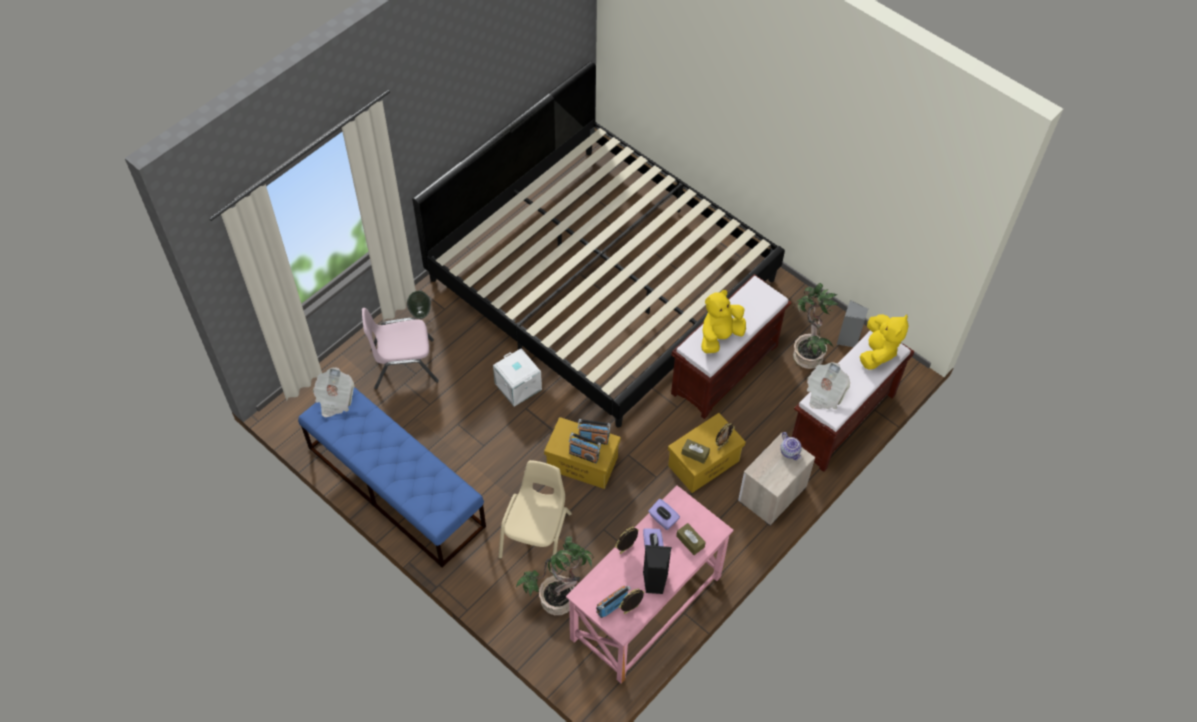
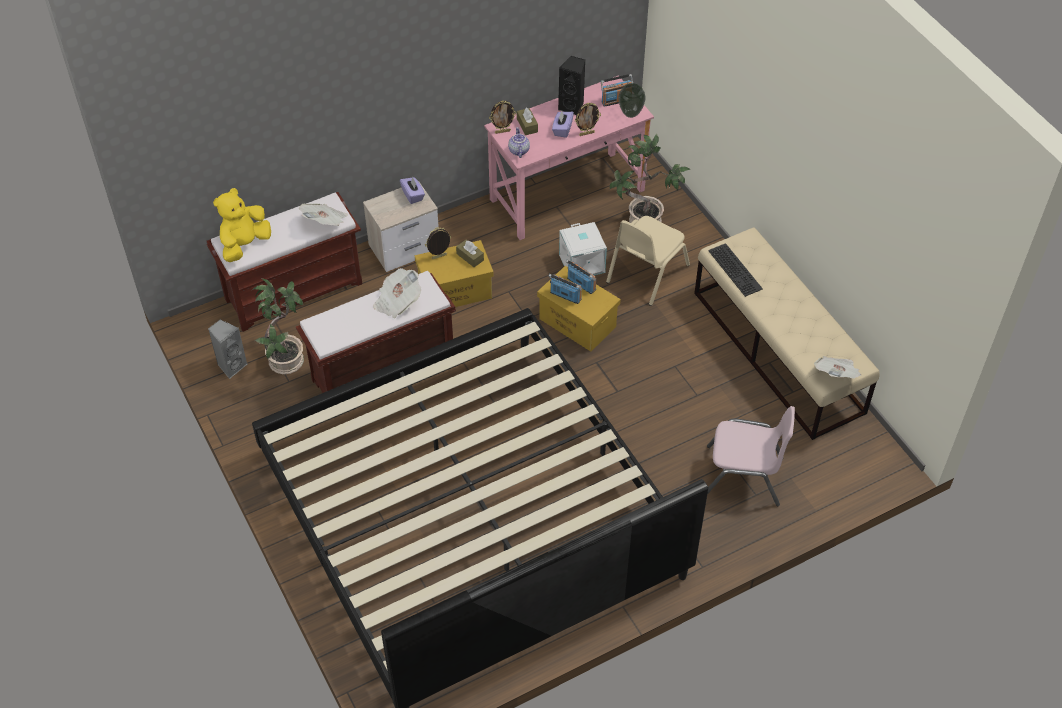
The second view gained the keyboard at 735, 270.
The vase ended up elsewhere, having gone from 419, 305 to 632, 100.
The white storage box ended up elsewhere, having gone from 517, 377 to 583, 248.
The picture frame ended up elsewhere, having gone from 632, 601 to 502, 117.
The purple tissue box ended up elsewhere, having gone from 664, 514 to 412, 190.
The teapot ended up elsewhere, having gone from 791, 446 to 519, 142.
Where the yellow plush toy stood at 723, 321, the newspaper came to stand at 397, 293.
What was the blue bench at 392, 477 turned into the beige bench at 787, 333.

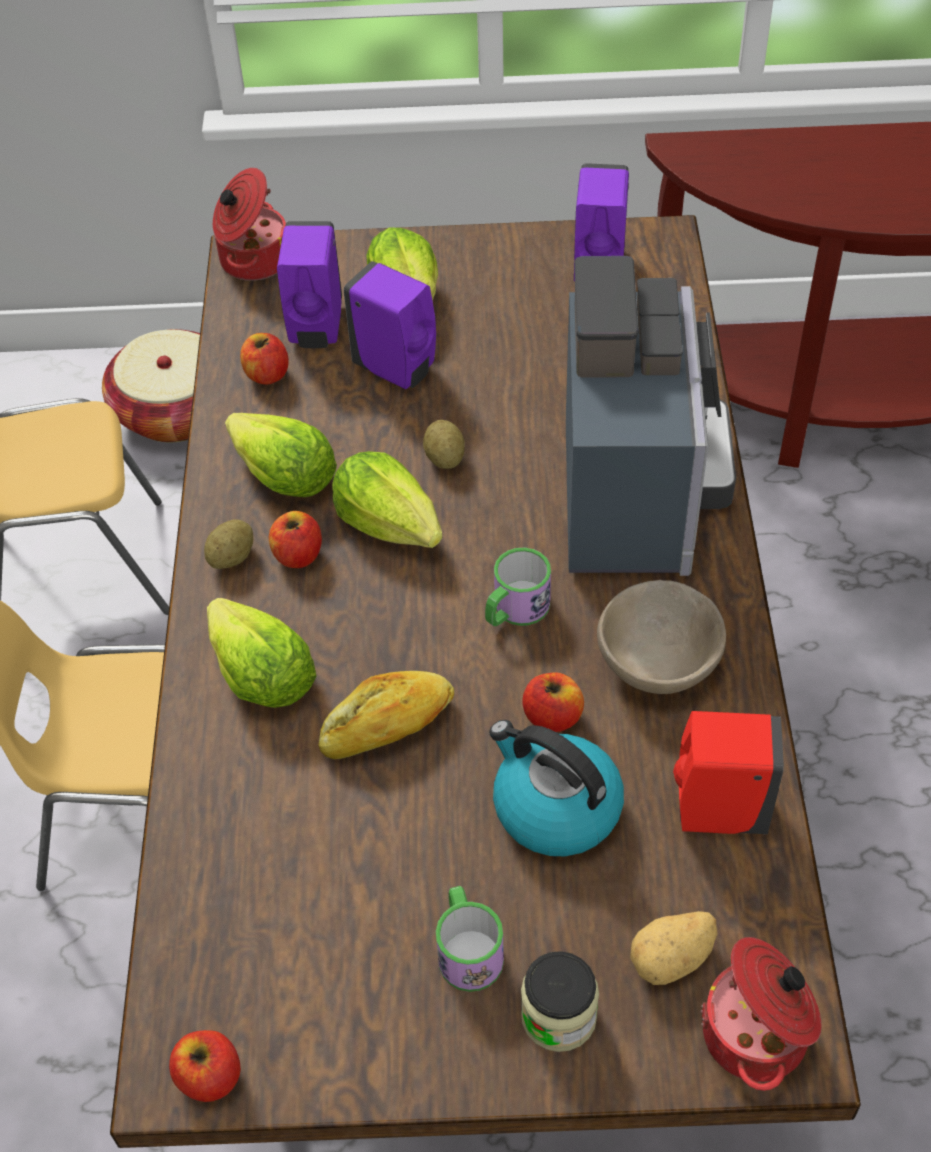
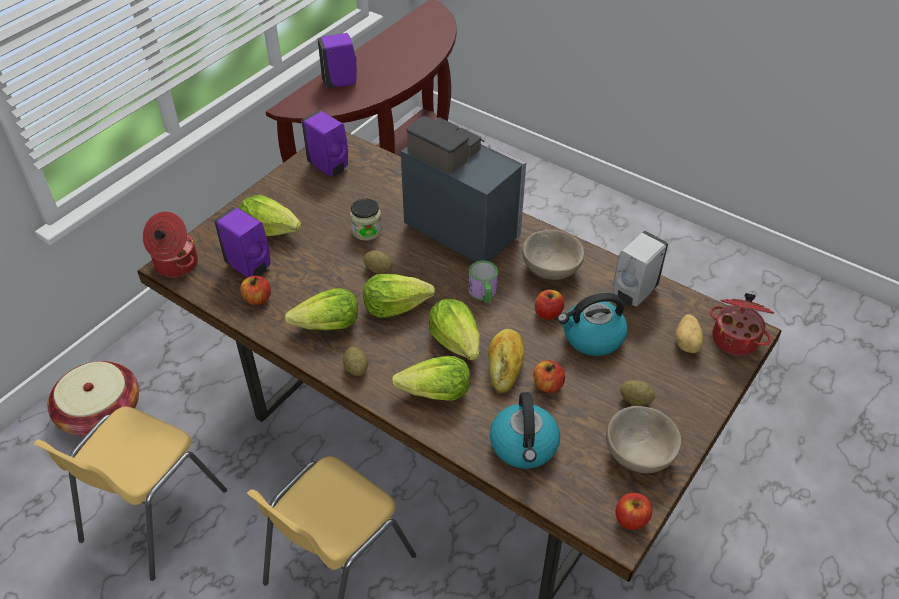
The second view gained the lettuce at 454, 330.
The second view gained the kettle at 525, 430.
The second view gained the beige bowl at 643, 439.
The apple ended up elsewhere, having gone from 295, 539 to 549, 376.
The purple soap dispenser ended up elsewhere, having gone from 390, 325 to 337, 61.
The jar ended up elsewhere, having gone from 560, 1001 to 366, 219.
Where the mug stood at 470, 939, the potato came to stand at 637, 393.
What was the red soap dispenser at 728, 772 turned into the white soap dispenser at 640, 269.

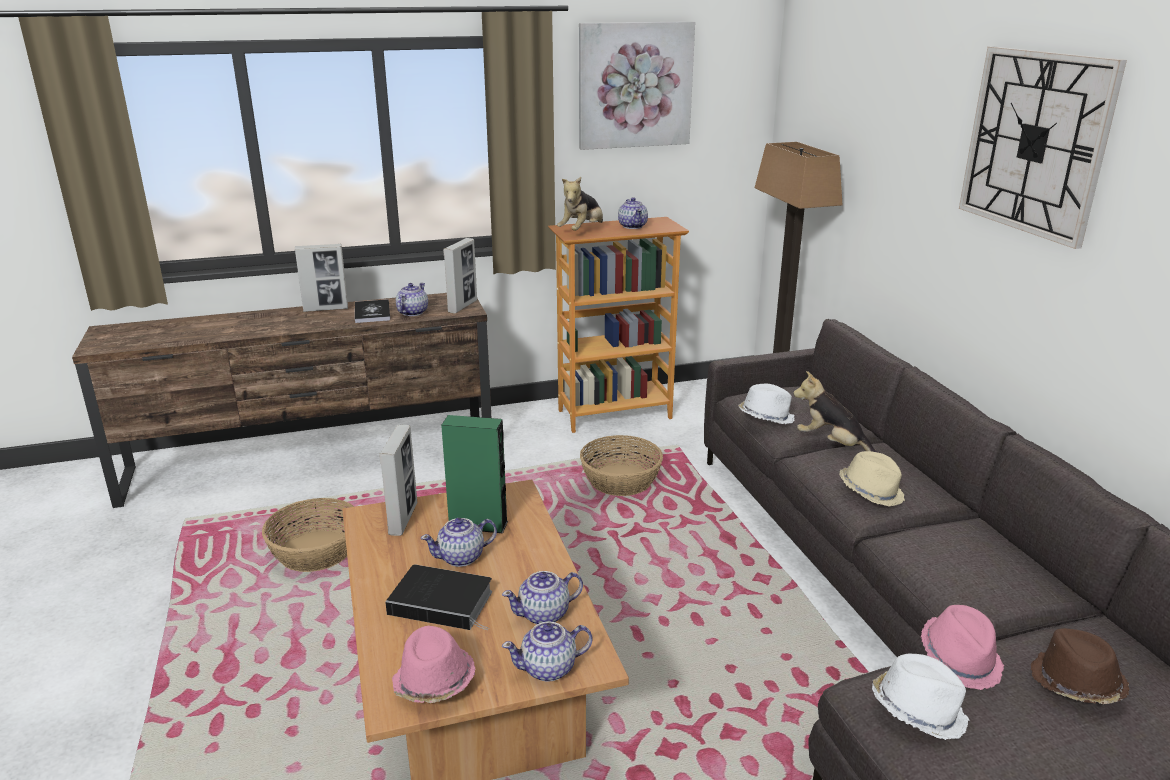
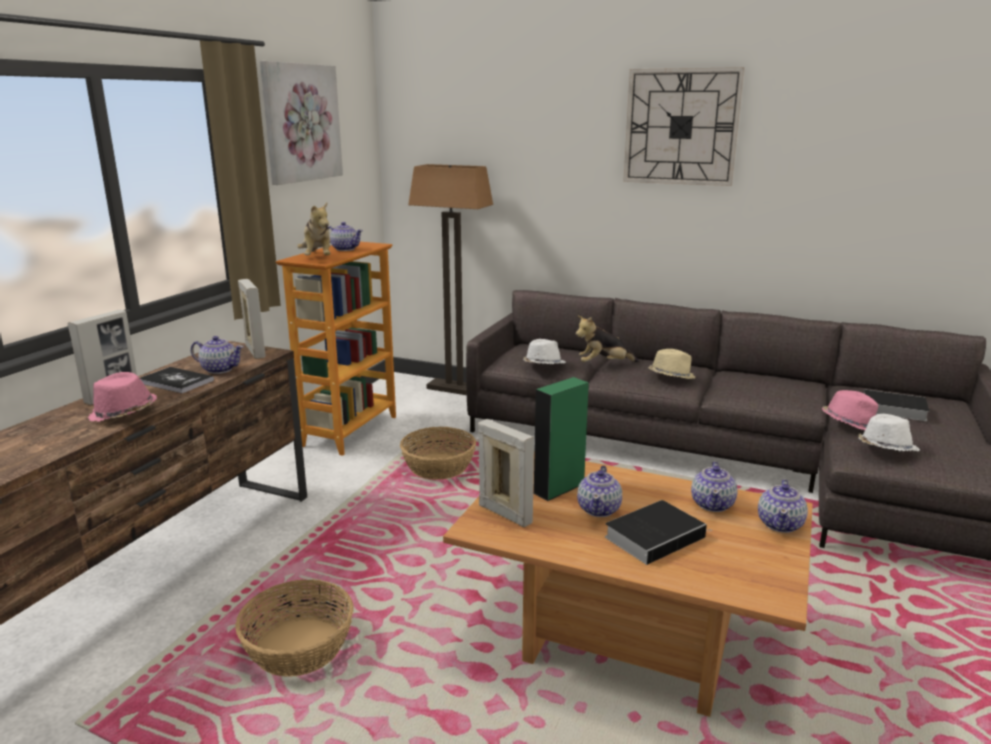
The pink hat ended up elsewhere, having gone from 434, 664 to 122, 397.
Where the brown hat stood at 1080, 666, the book came to stand at 896, 405.
The teapot at 412, 299 ended up facing another way, 135 degrees clockwise from before.

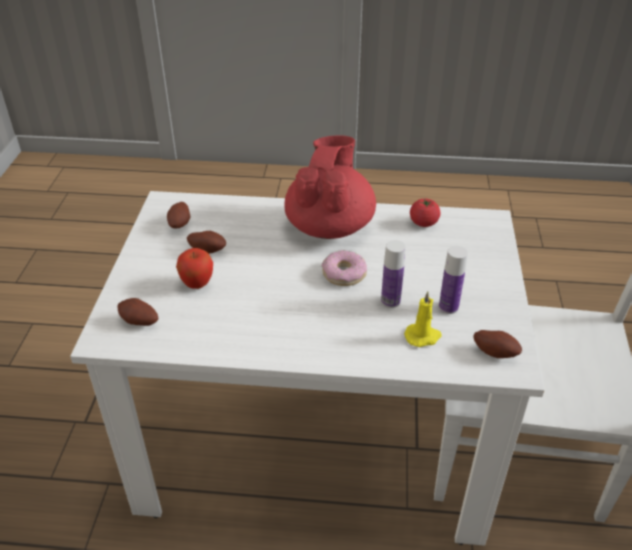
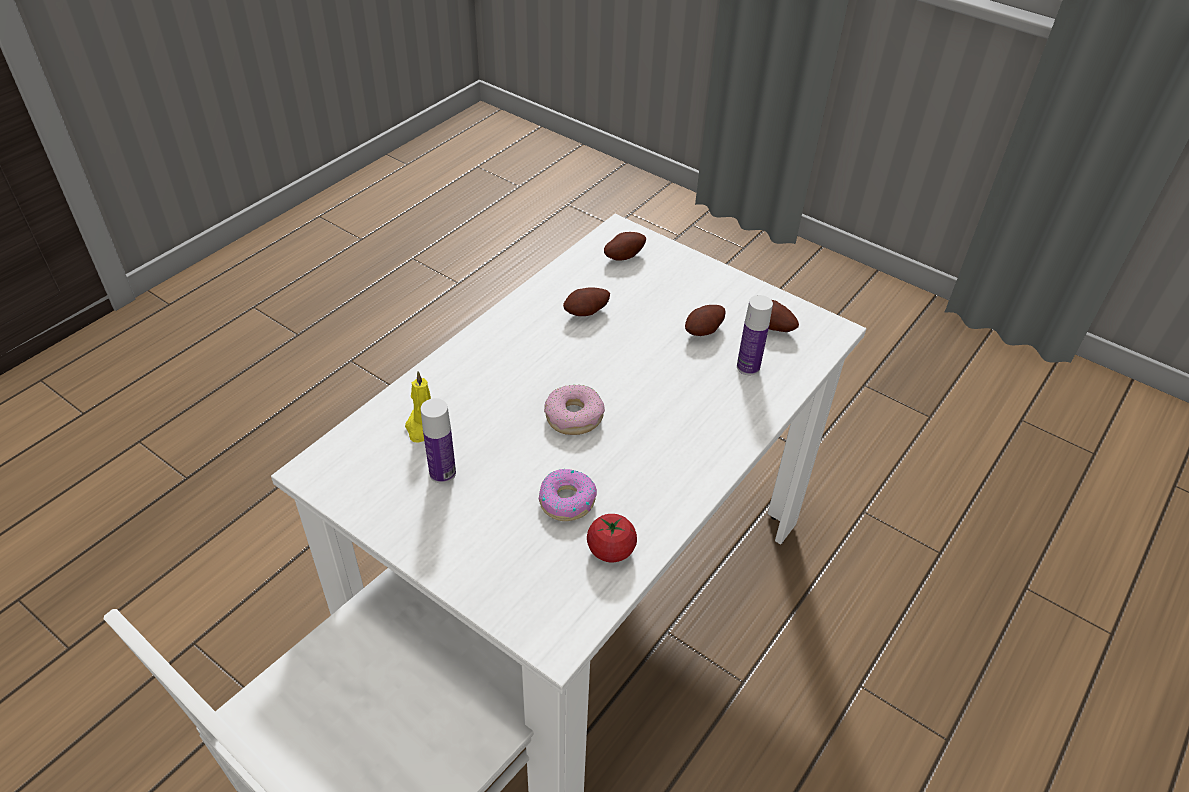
The second view lost the apple at 194, 268.
The second view lost the red teapot at 330, 187.
The second view gained the donut at 568, 495.
The bottle ended up elsewhere, having gone from 393, 274 to 755, 335.
The potato ended up elsewhere, having gone from 497, 344 to 586, 301.

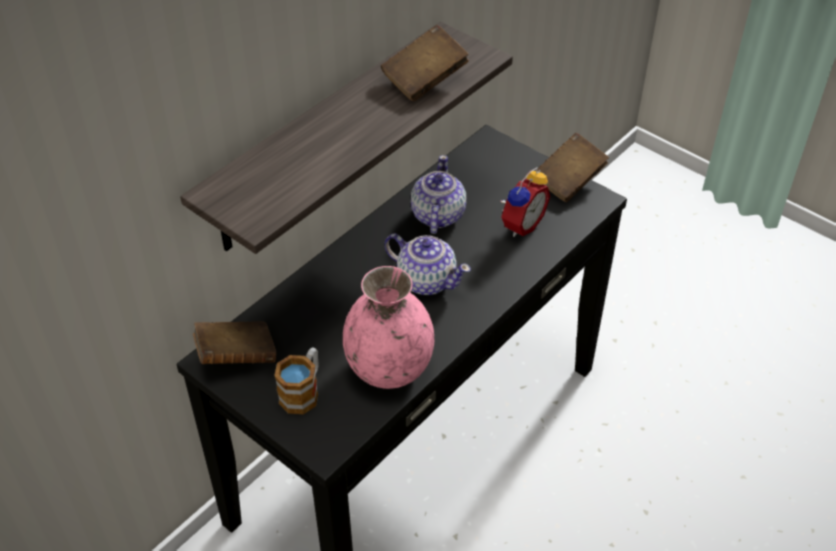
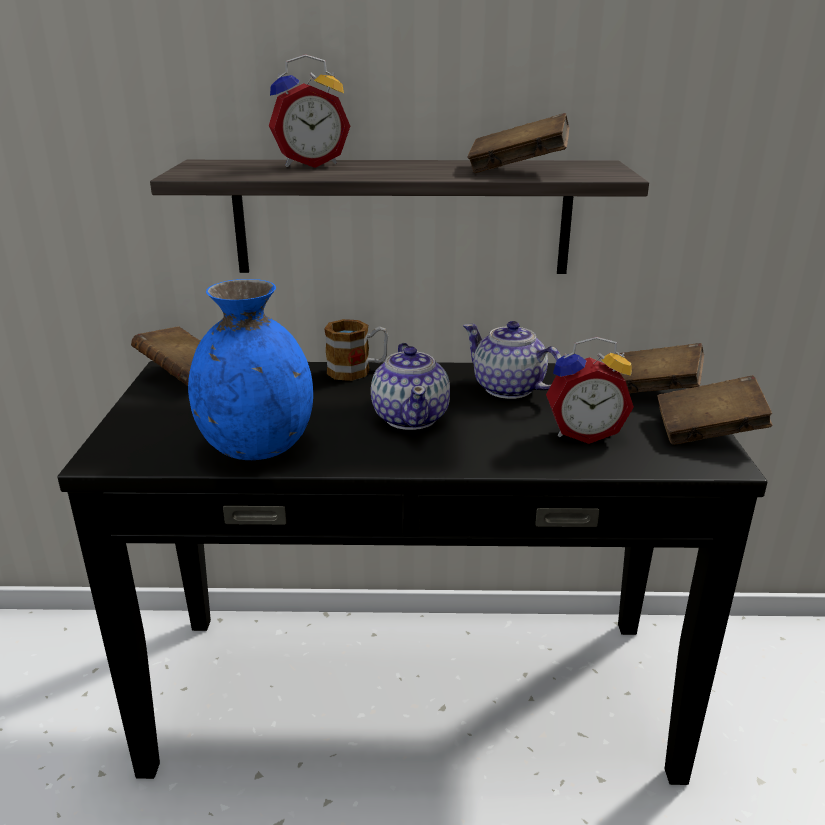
The second view gained the alarm clock at 309, 111.
The second view gained the brown book at 660, 368.
The mug ended up elsewhere, having gone from 296, 380 to 356, 350.
What was the pink vase at 388, 327 turned into the blue vase at 250, 369.
The teapot at 438, 194 ended up facing another way, 105 degrees counterclockwise from before.

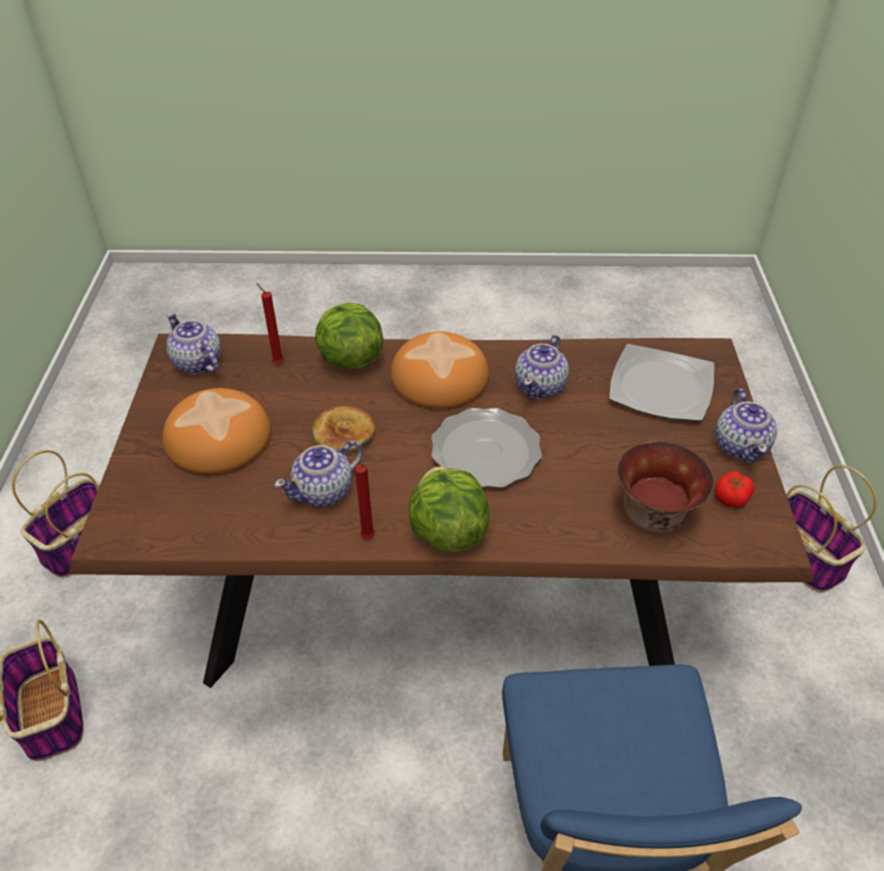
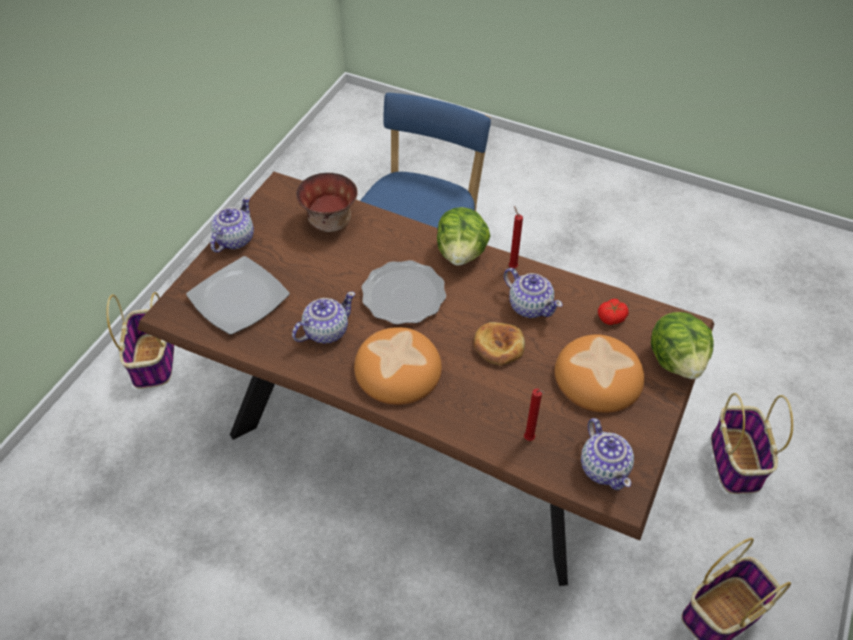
The lettuce ended up elsewhere, having gone from 349, 336 to 682, 345.
The tomato ended up elsewhere, having gone from 735, 489 to 613, 312.
The teapot at 318, 473 ended up facing another way, 60 degrees clockwise from before.

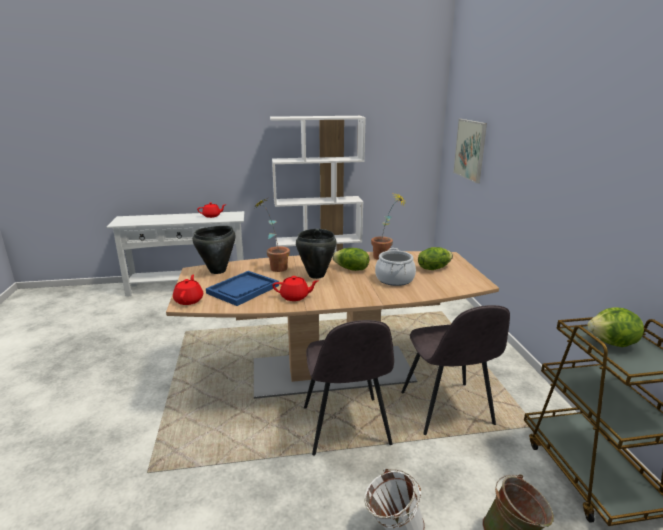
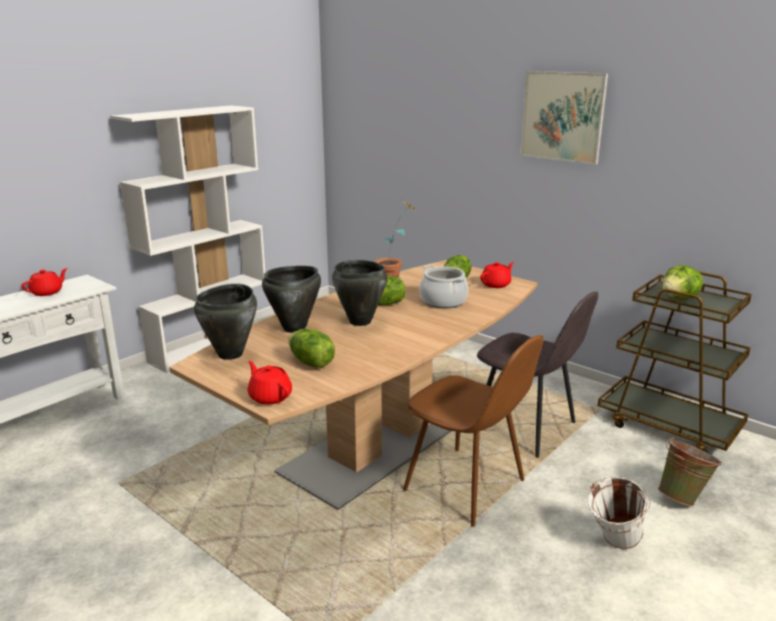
The red teapot ended up elsewhere, having gone from 295, 288 to 497, 275.
The picture ended up elsewhere, having gone from 470, 151 to 564, 118.
Where the blue tray stood at 242, 288, the lettuce came to stand at 311, 348.
Where the potted plant stood at 273, 235, the black cooking pot came to stand at 291, 299.
What was the grey chair at 349, 387 turned into the brown chair at 473, 431.

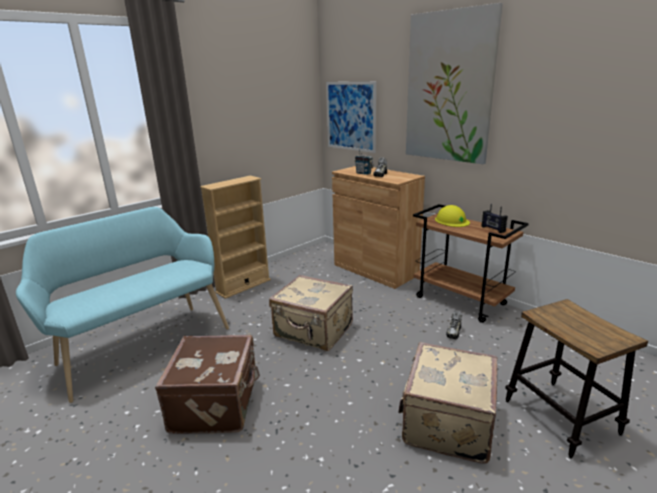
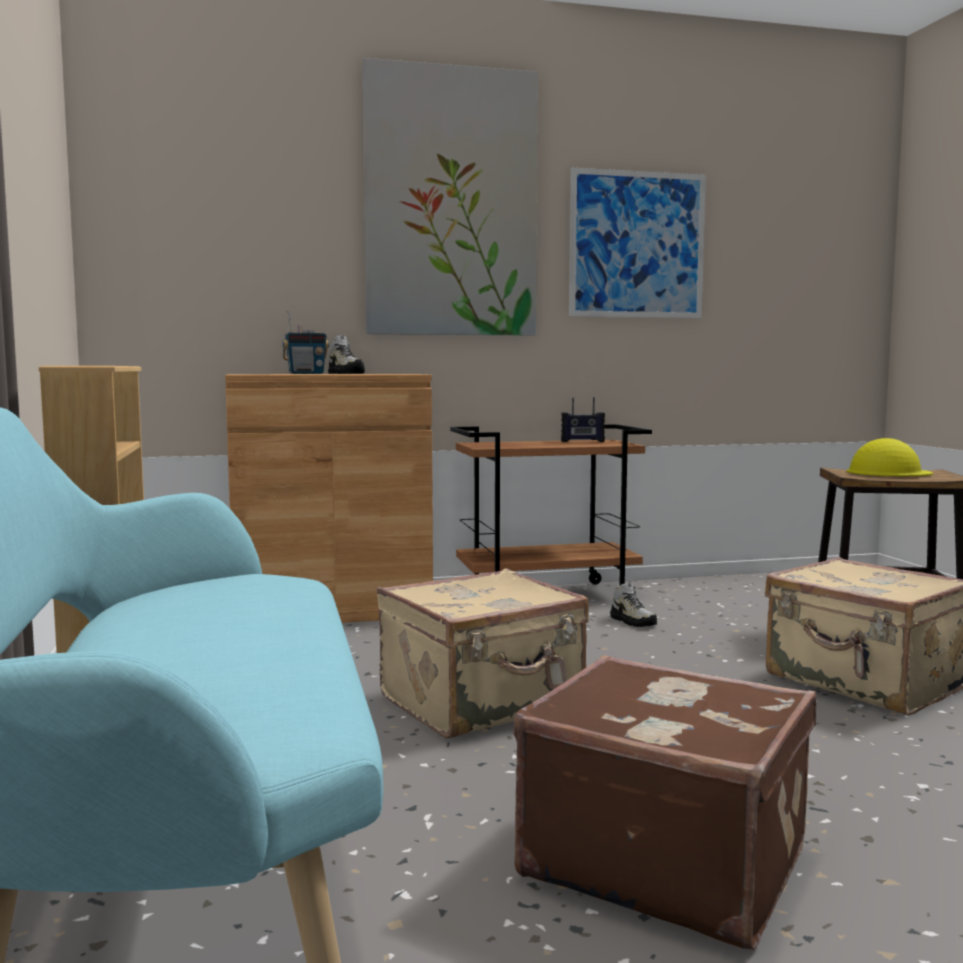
The picture ended up elsewhere, having gone from 351, 117 to 637, 243.
The yellow hard hat ended up elsewhere, having gone from 452, 216 to 890, 457.

